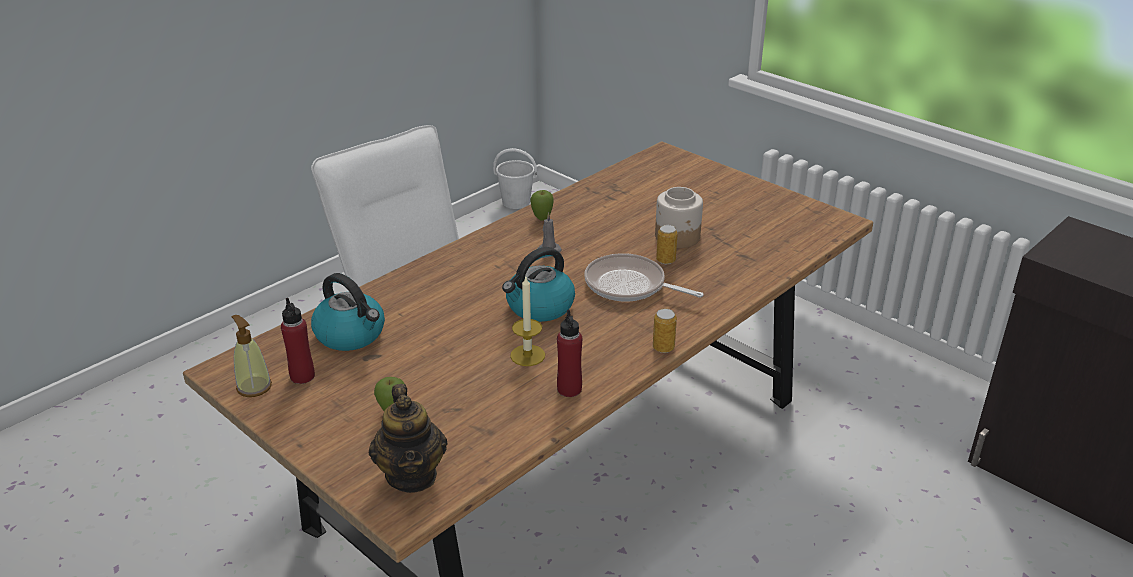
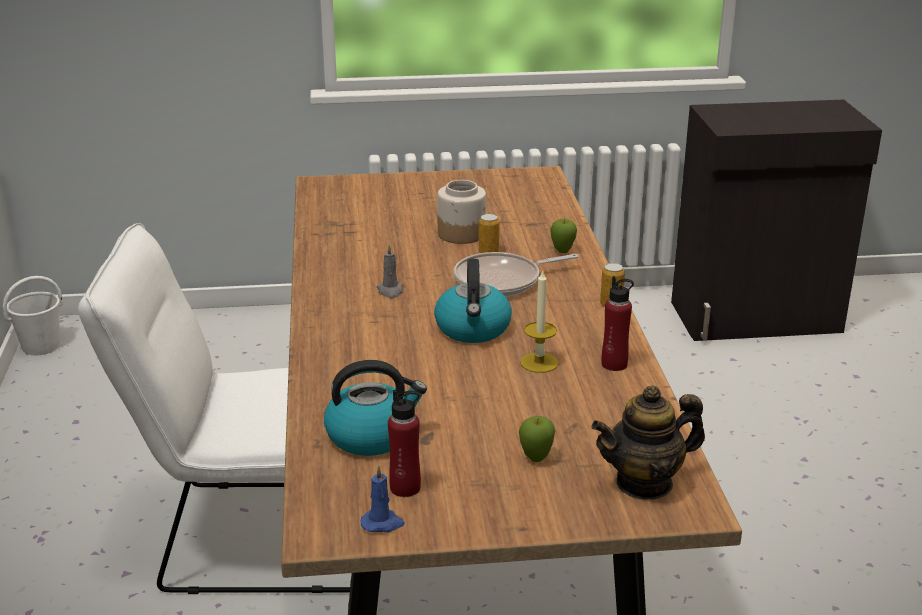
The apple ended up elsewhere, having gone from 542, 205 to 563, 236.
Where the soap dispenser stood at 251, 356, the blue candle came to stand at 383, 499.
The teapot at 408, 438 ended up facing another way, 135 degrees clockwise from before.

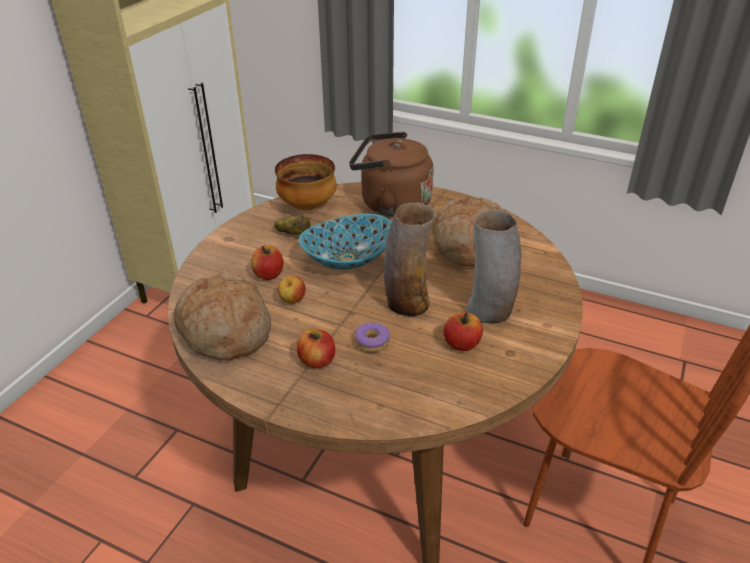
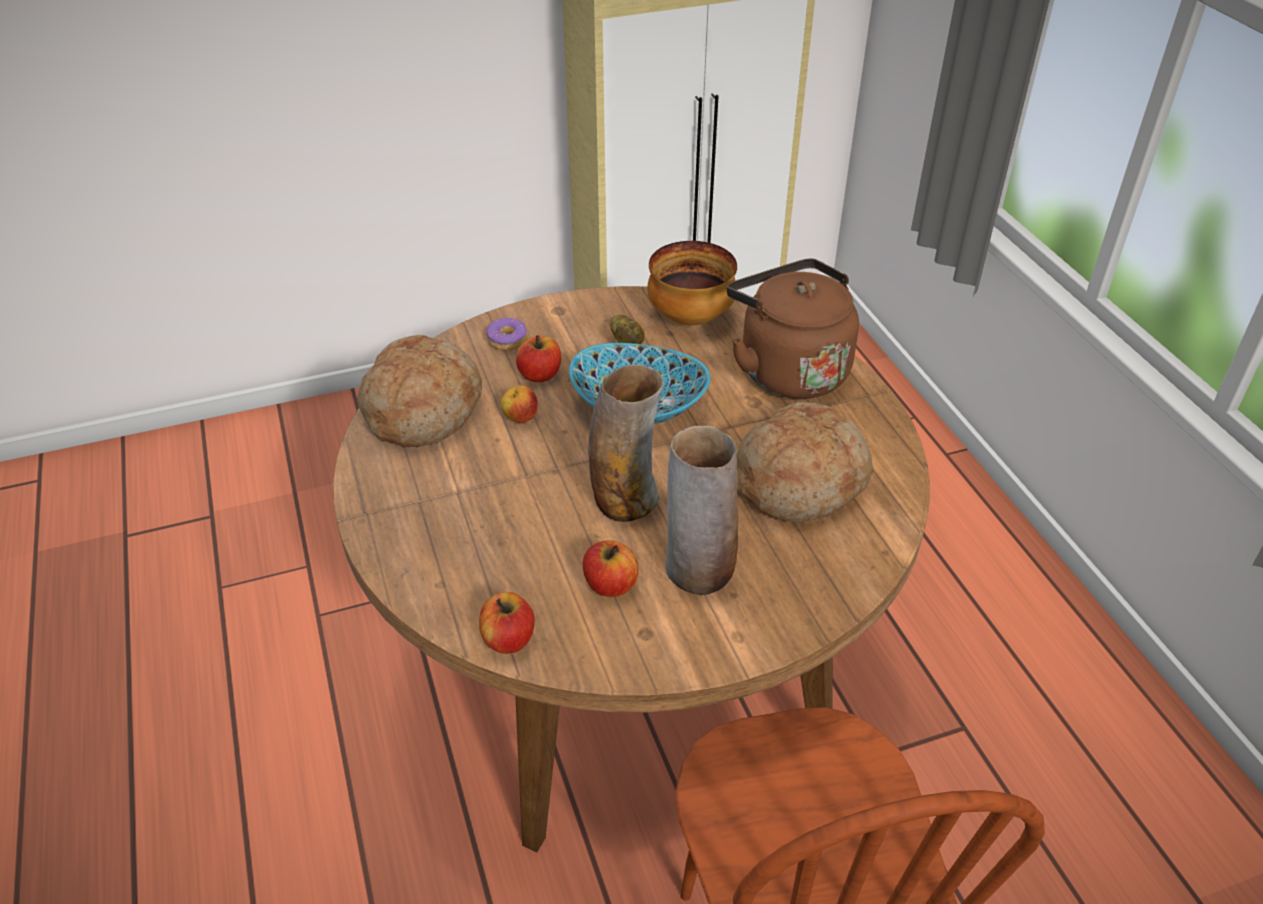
The apple ended up elsewhere, having gone from 315, 348 to 507, 623.
The donut ended up elsewhere, having gone from 372, 337 to 507, 334.

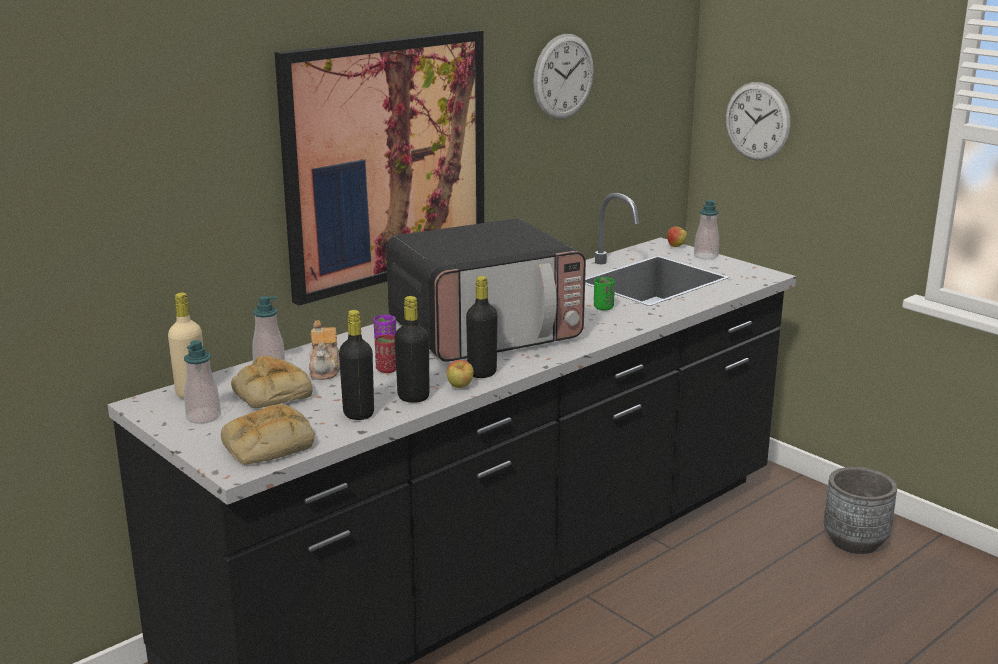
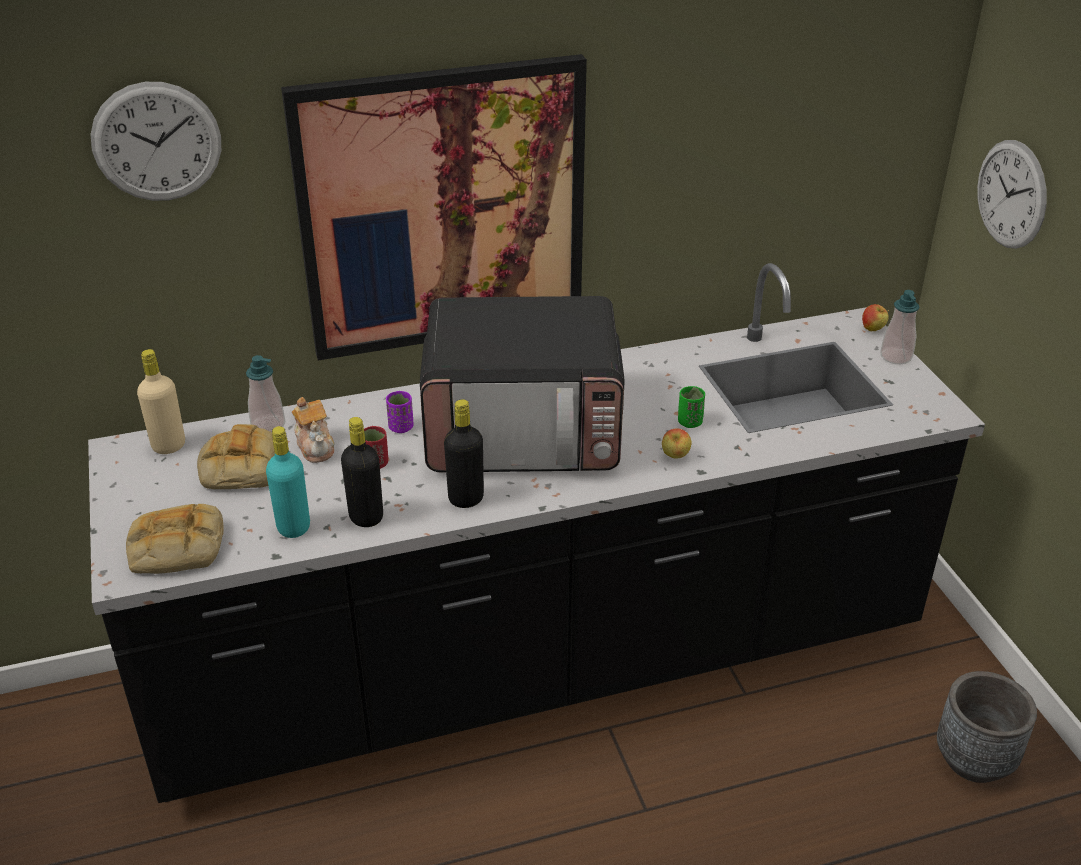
The second view lost the soap dispenser at 202, 382.
The apple ended up elsewhere, having gone from 460, 374 to 677, 444.
The wall clock ended up elsewhere, having gone from 563, 76 to 155, 141.
What was the black bottle at 356, 365 turned into the turquoise bottle at 288, 482.
The teapot at 324, 350 ended up facing another way, 45 degrees counterclockwise from before.

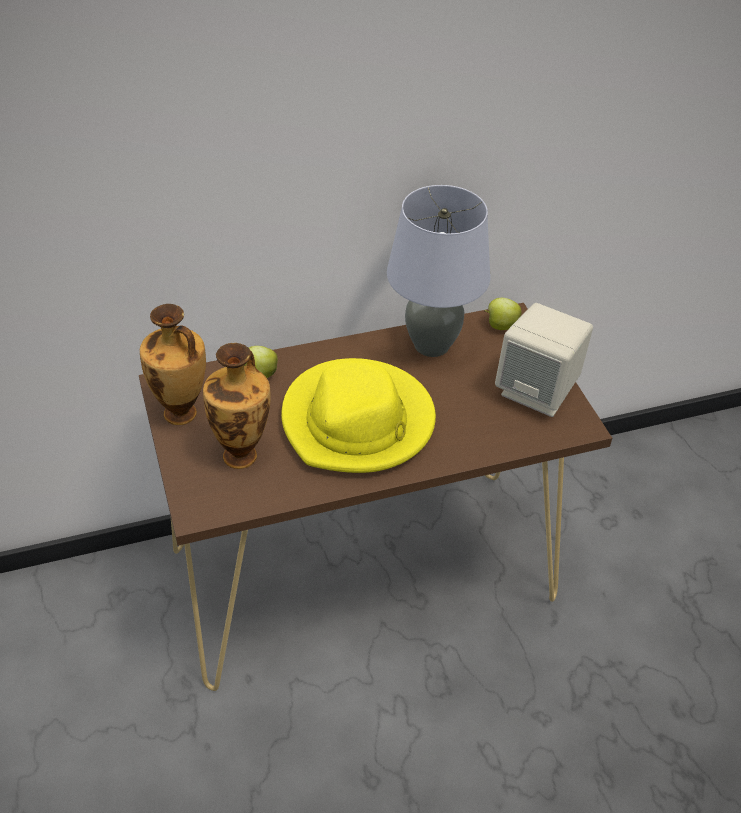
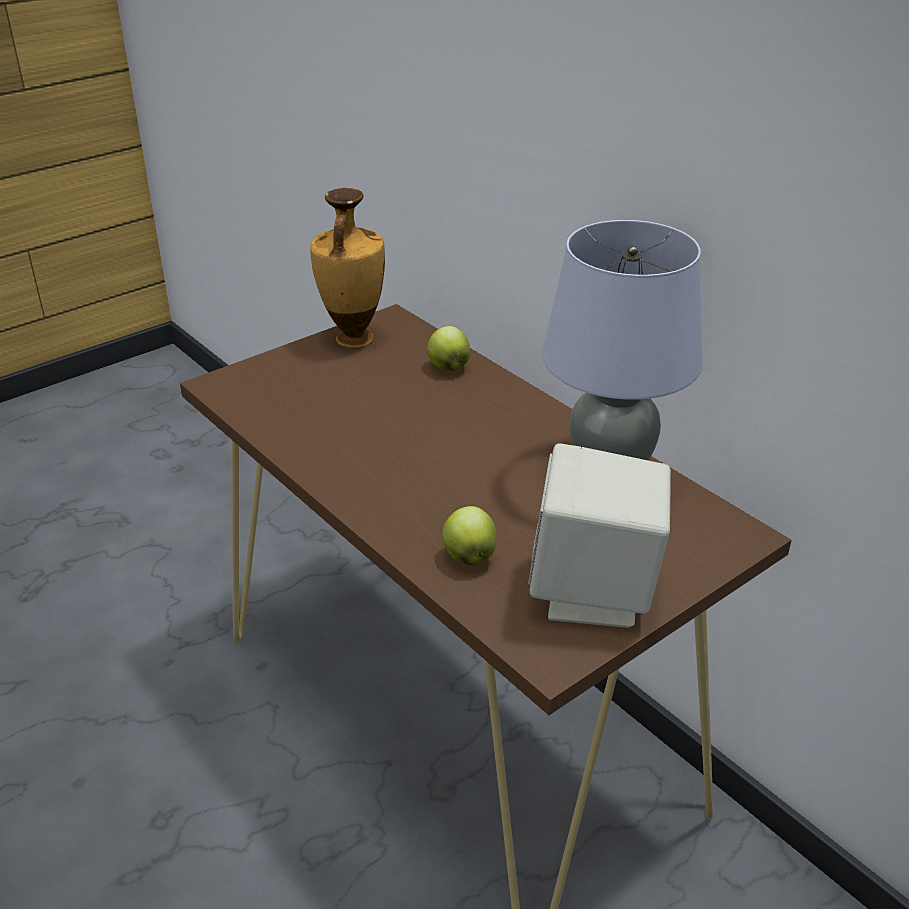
The second view lost the vase at 236, 406.
The second view lost the yellow hat at 358, 415.
The apple ended up elsewhere, having gone from 503, 314 to 469, 535.

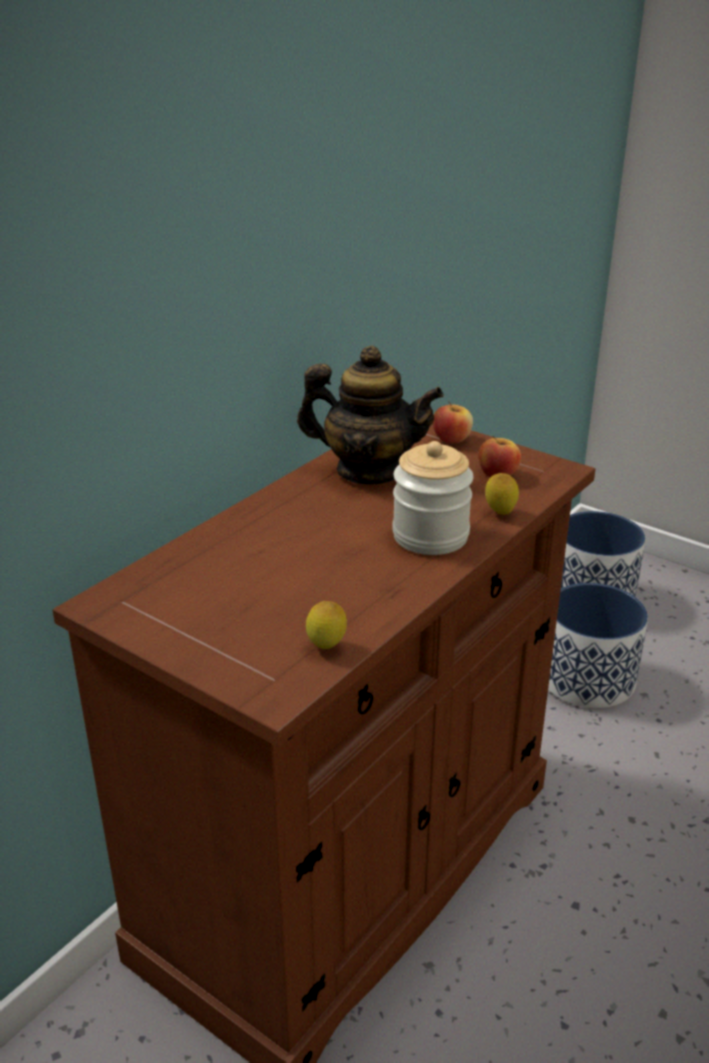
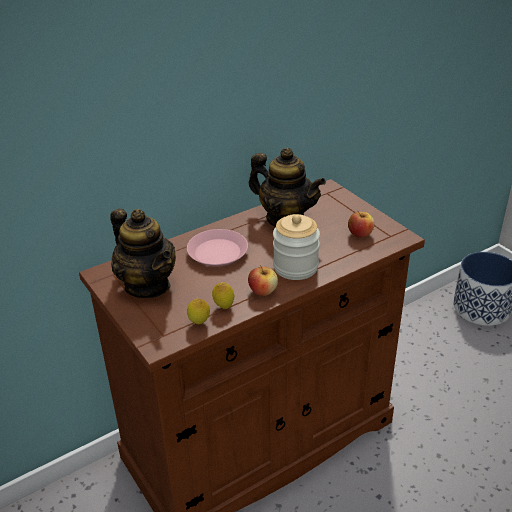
The second view lost the planter at 598, 645.
The second view gained the teapot at 143, 253.
The second view gained the pink plate at 217, 248.
The apple ended up elsewhere, having gone from 453, 422 to 263, 280.
The lemon ended up elsewhere, having gone from 502, 494 to 223, 295.

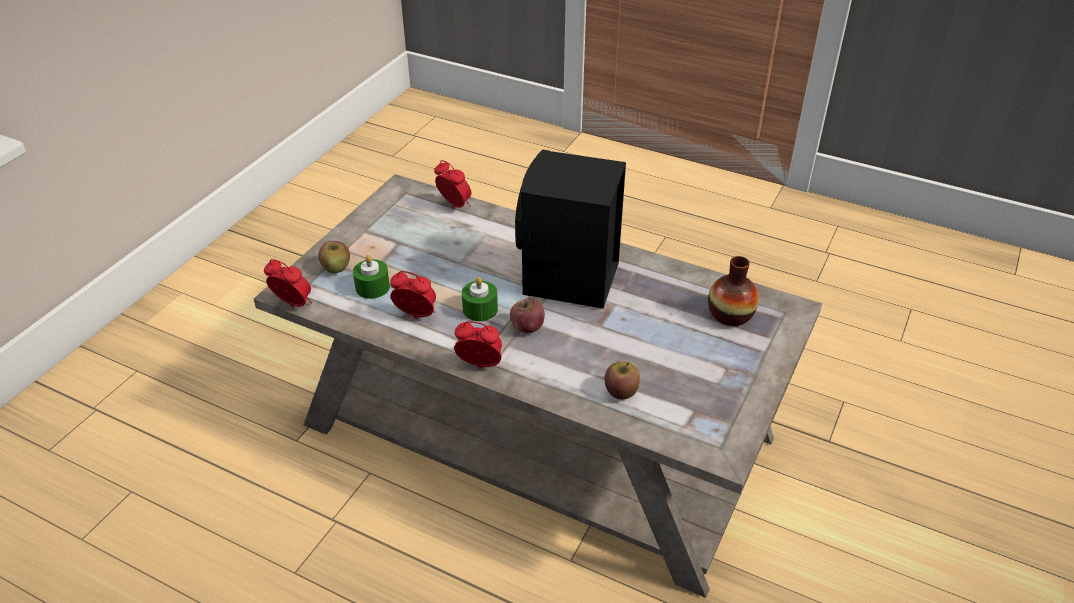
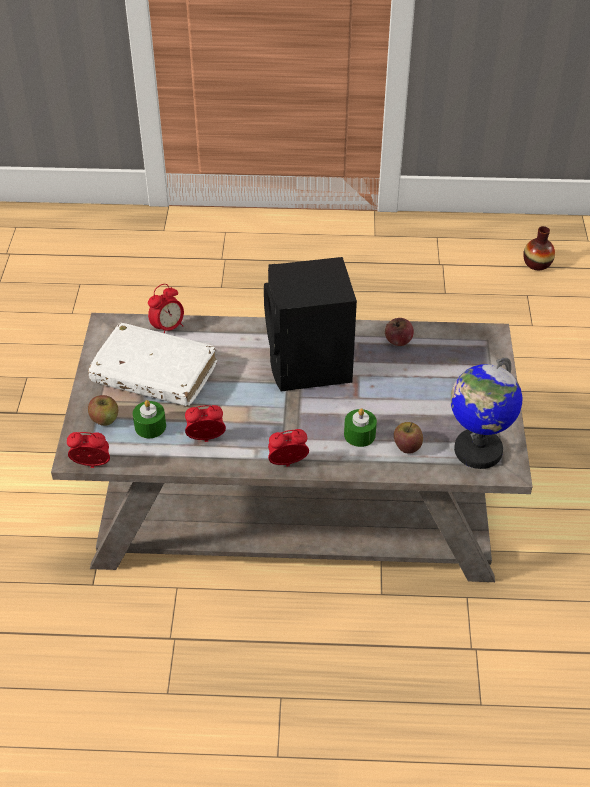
The second view gained the white book at 152, 365.
The second view gained the globe at 486, 413.
The green candle ended up elsewhere, having gone from 480, 299 to 360, 427.
The apple ended up elsewhere, having gone from 527, 316 to 399, 332.
The vase ended up elsewhere, having gone from 733, 291 to 539, 248.
The alarm clock at 452, 184 ended up facing another way, 120 degrees clockwise from before.

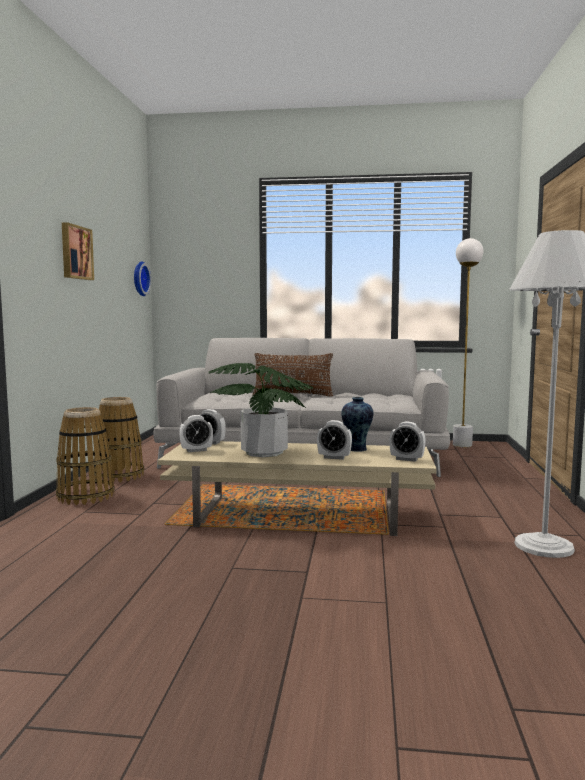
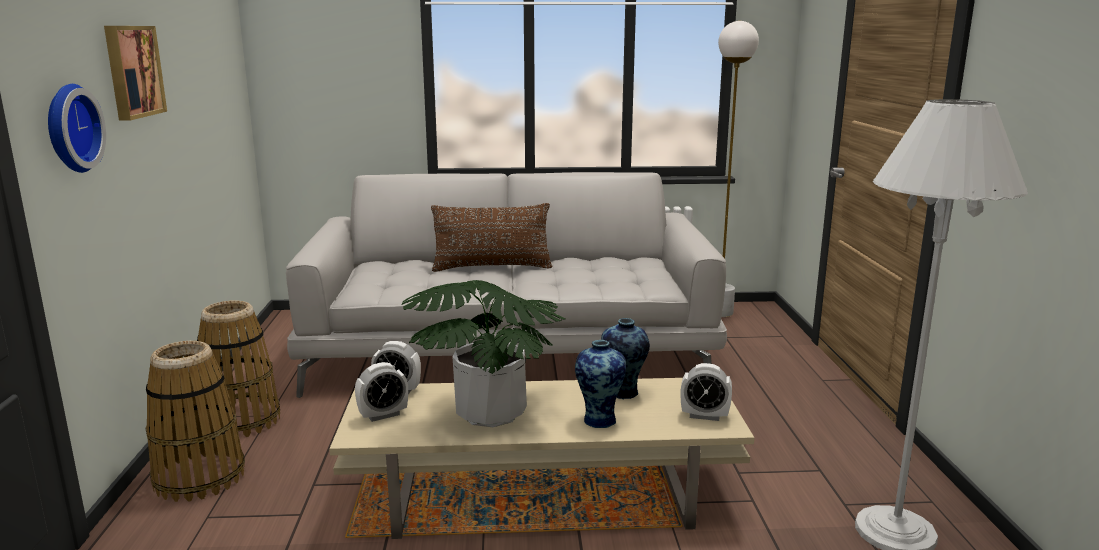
The wall clock ended up elsewhere, having gone from 142, 278 to 77, 128.
Where the alarm clock stood at 334, 440, the vase came to stand at 600, 384.

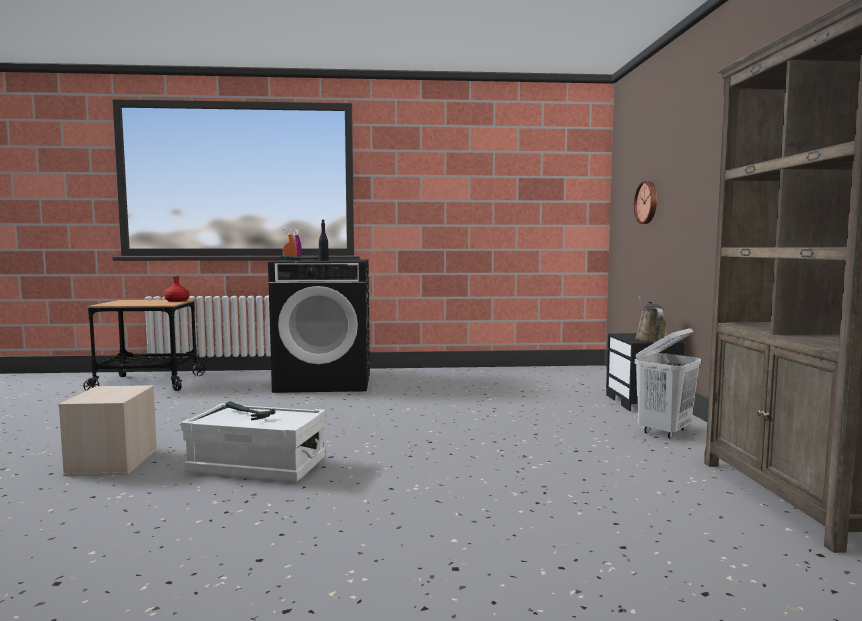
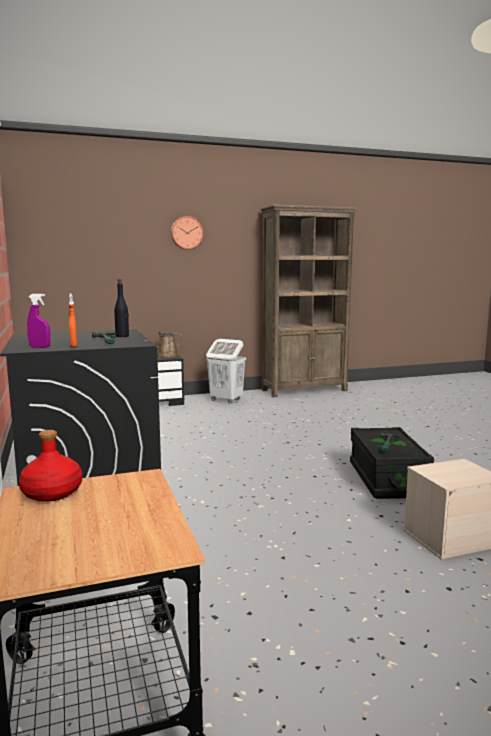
The wall clock ended up elsewhere, having gone from 645, 202 to 187, 233.
What was the white storage box at 253, 443 turned into the black storage box at 392, 463.

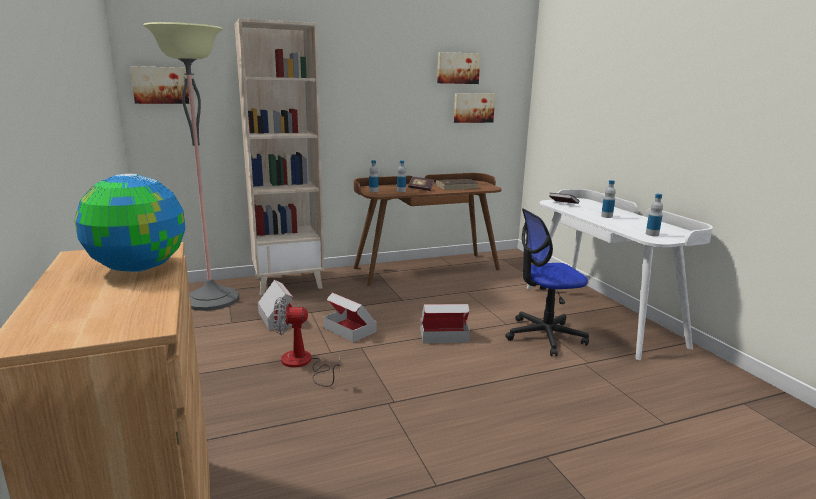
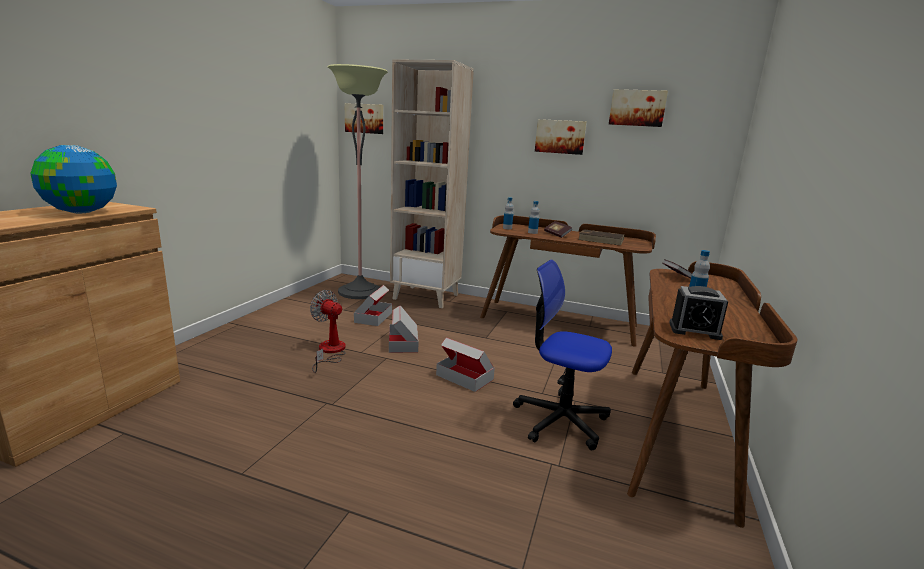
The picture ended up elsewhere, having gone from 474, 108 to 561, 137.
Where the bottle stood at 654, 215, the alarm clock came to stand at 698, 313.
What was the white desk at 619, 274 turned into the brown desk at 712, 394.

